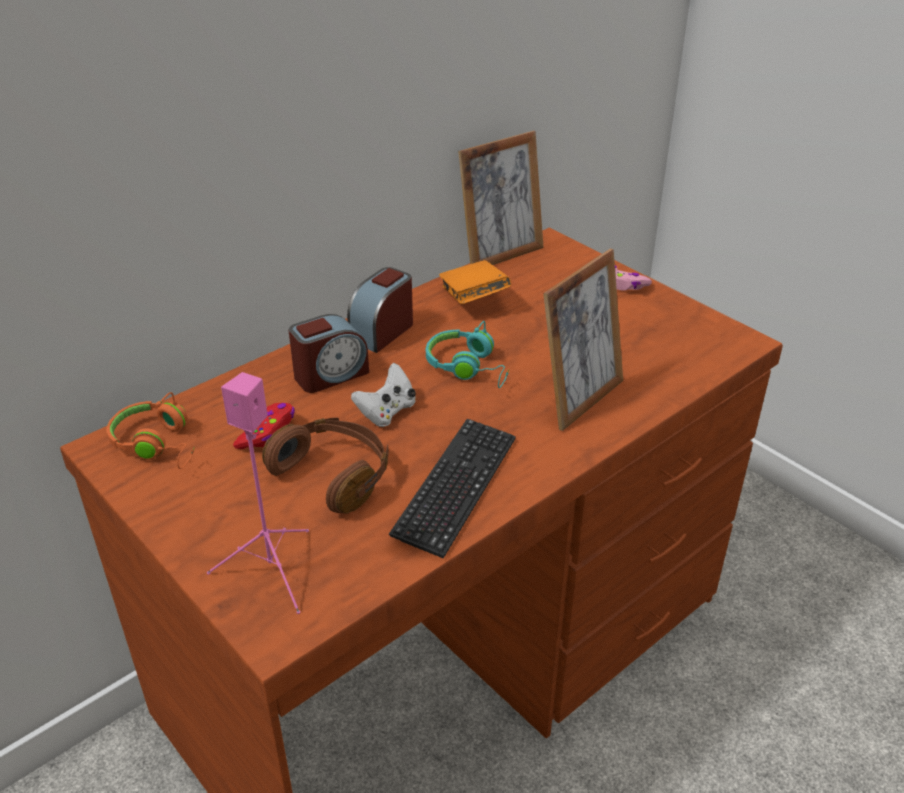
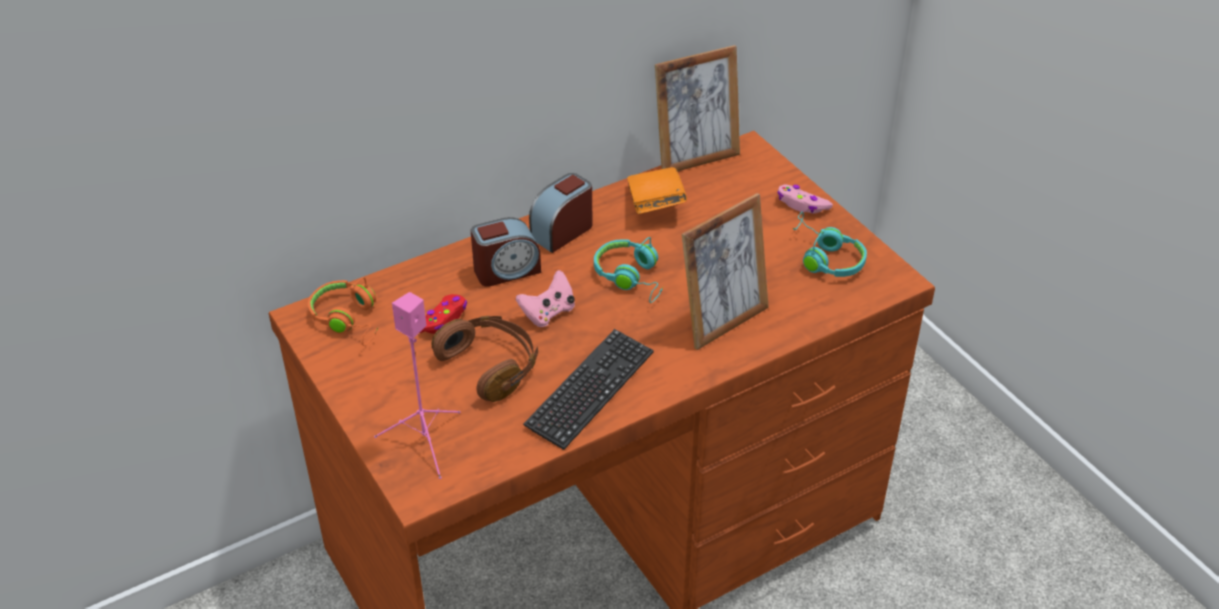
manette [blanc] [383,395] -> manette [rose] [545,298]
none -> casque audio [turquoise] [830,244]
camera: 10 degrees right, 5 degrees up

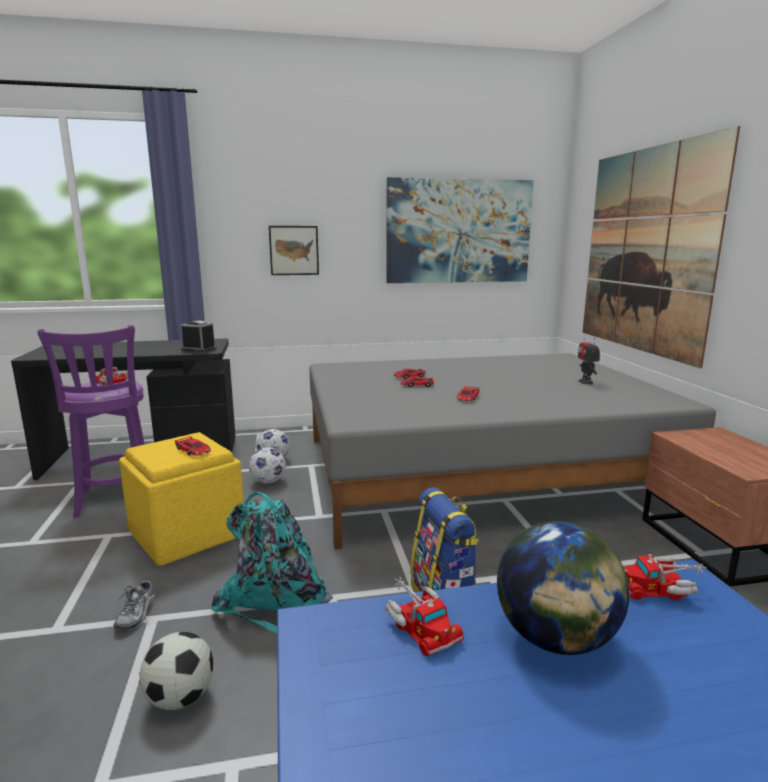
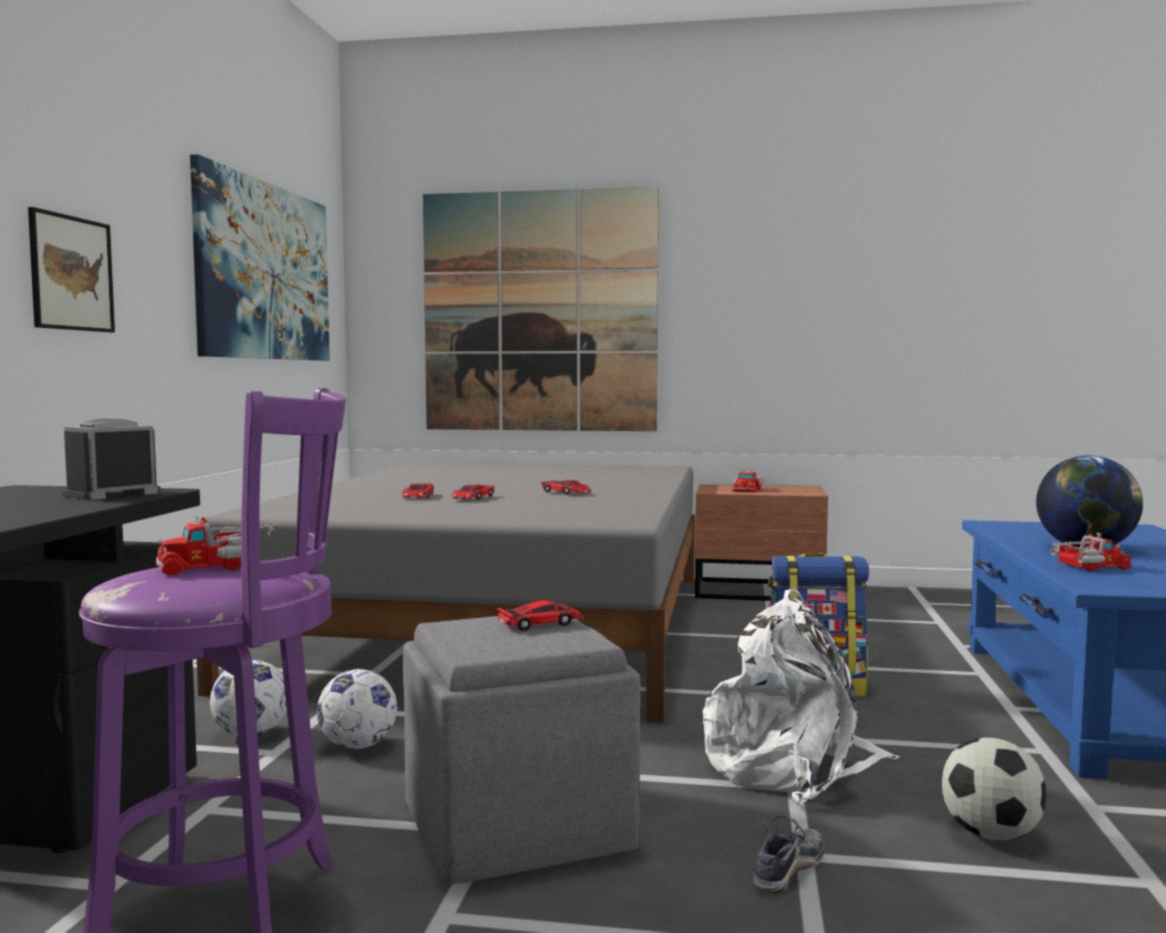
robot jouet [589,358] -> none
pouf [jaune] [181,499] -> pouf [gris] [522,750]
sac à dos [turquoise] [272,562] -> sac à dos [blanc] [800,697]
camion jouet [664,577] -> camion jouet [748,481], move
chaussure [134,604] -> chaussure [789,854], 75 degrees counterclockwise
camera: 70 degrees left, 10 degrees down

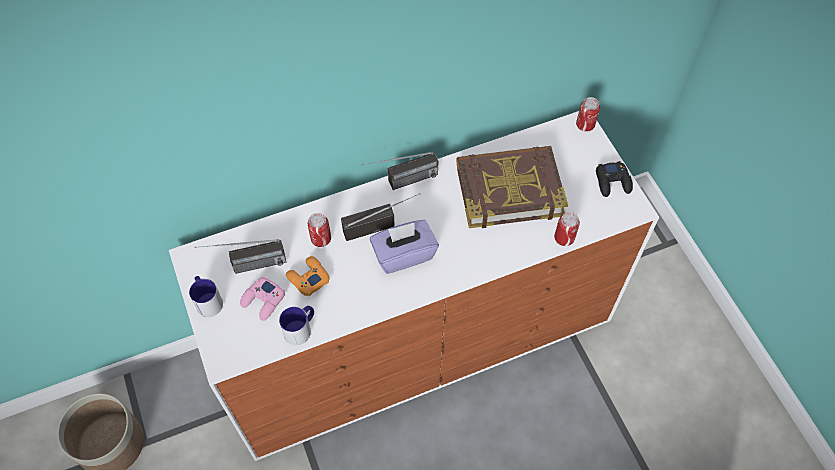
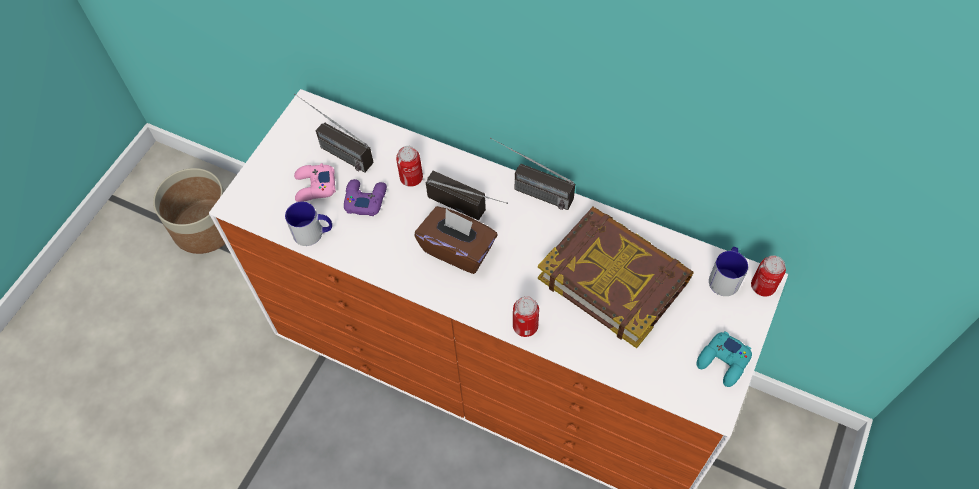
manette [noir] [614,179] -> manette [turquoise] [724,359]
boîte métallique [567,229] -> boîte métallique [526,316], move
boîte à mouchoirs [violet] [404,247] -> boîte à mouchoirs [marron] [455,240]
manette [orange] [308,276] -> manette [violet] [365,197]
mug [206,296] -> mug [728,271], move
camera: 50 degrees right, 0 degrees up

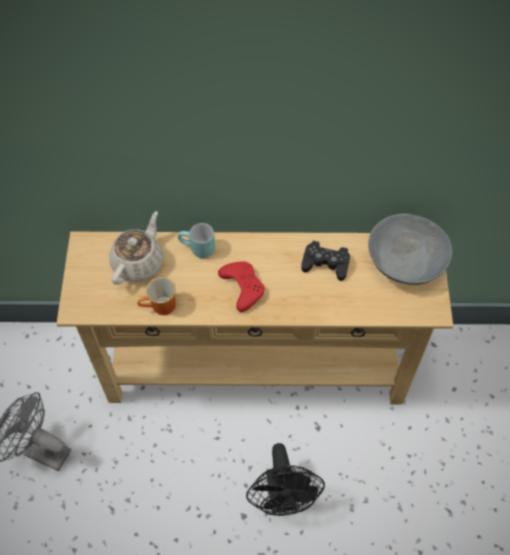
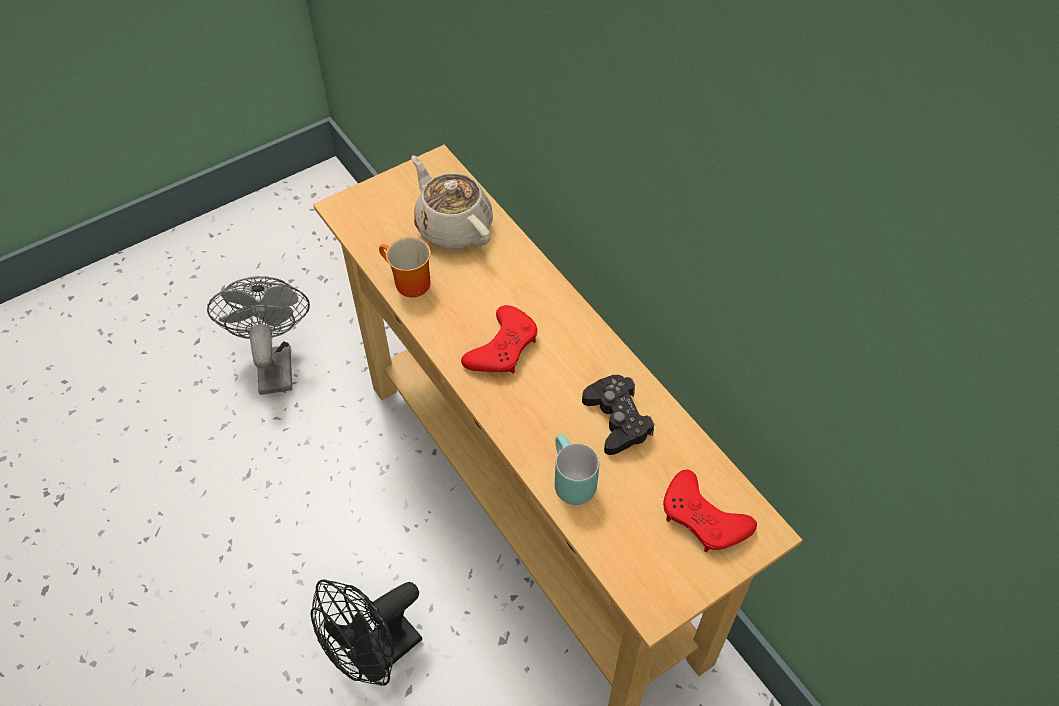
théière [beige] [136,248] -> théière [beige] [452,202], 120 degrees counterclockwise
bol [gris] [410,249] -> manette [rouge] [710,510]
mug [turquoise] [196,240] -> mug [turquoise] [577,469], move
camera: 55 degrees right, 5 degrees down

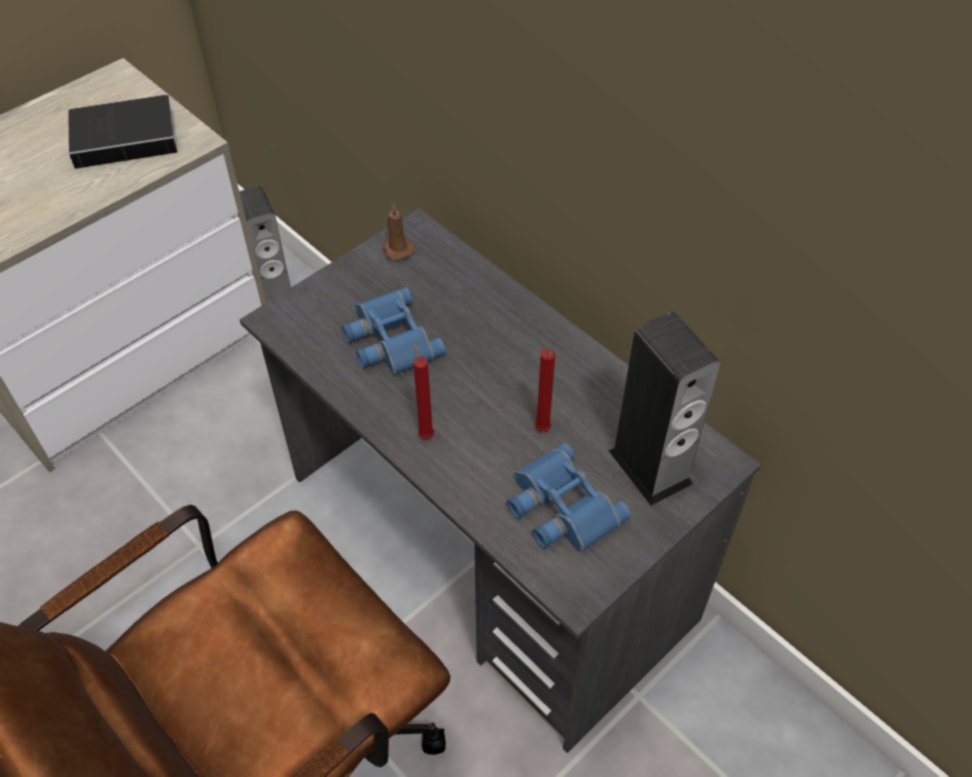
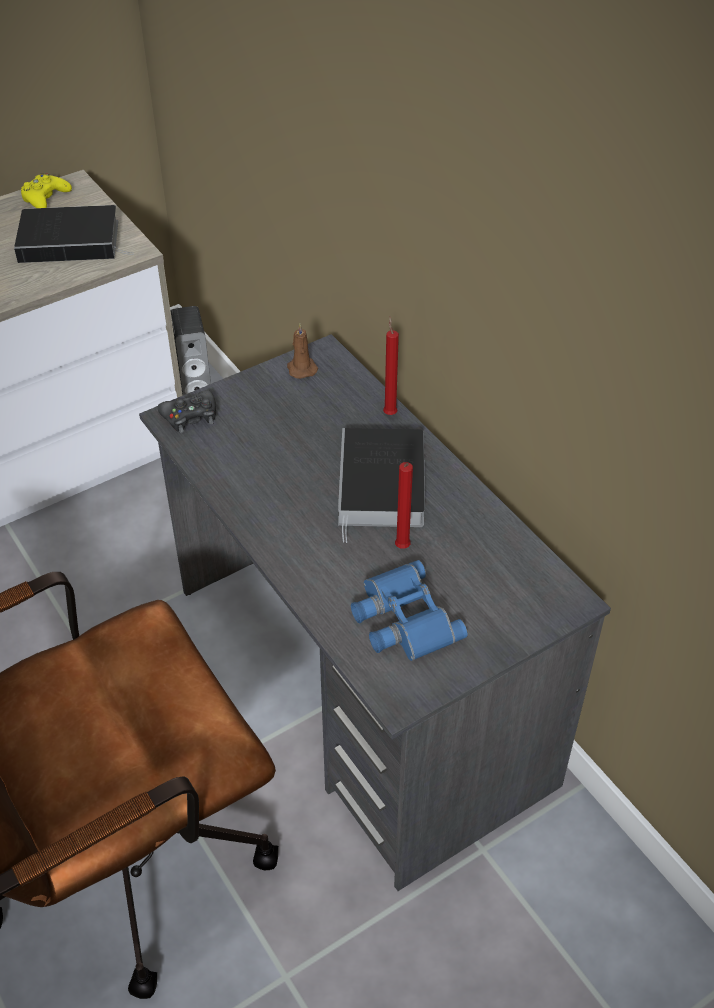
jumelles [bleu] [393,331] -> none
enceinte [664,409] -> none
bougie [rouge] [424,390] -> bougie [rouge] [391,366], move
none -> manette [jaune] [46,190]
none -> manette [noir] [186,411]
none -> livre [381,485]
camera: 10 degrees right, 5 degrees down

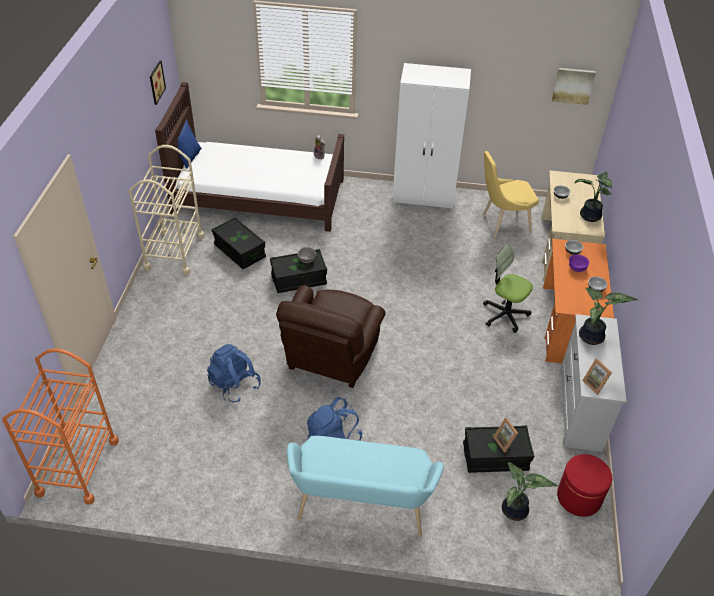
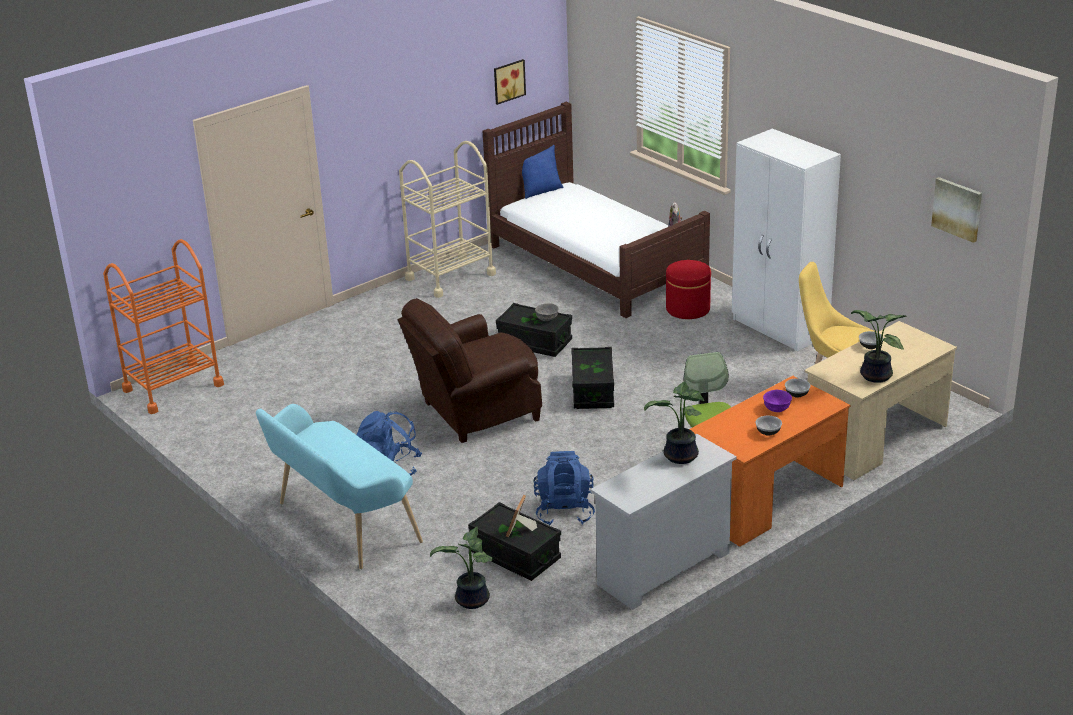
boîte de rangement [noir] [239,243] -> boîte de rangement [noir] [592,378], move
sac à dos [bleu] [234,373] -> sac à dos [bleu] [564,488], move
cadre photo [597,377] -> none
pouf [rouge] [584,485] -> pouf [rouge] [688,289], move
camera: 45 degrees right, 15 degrees down

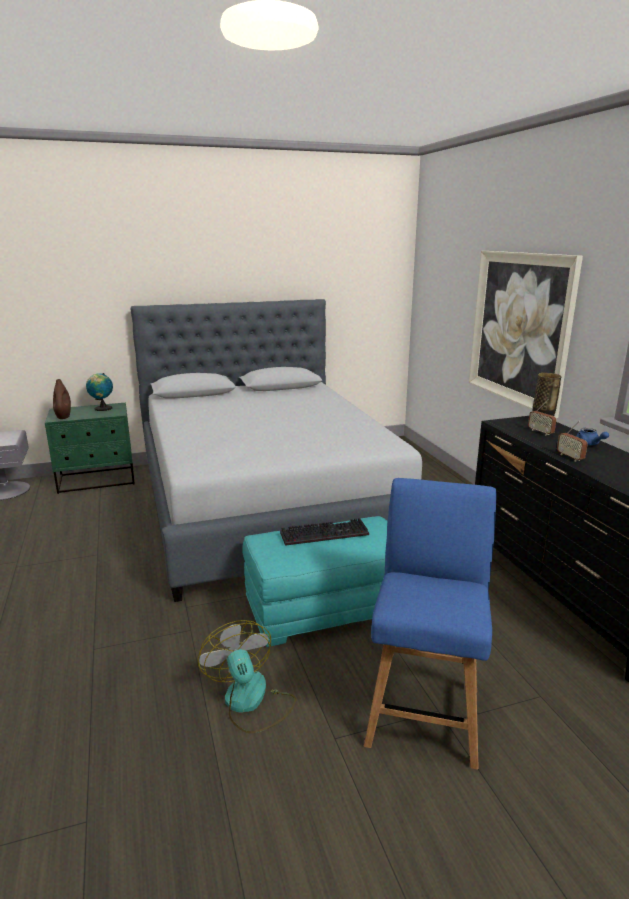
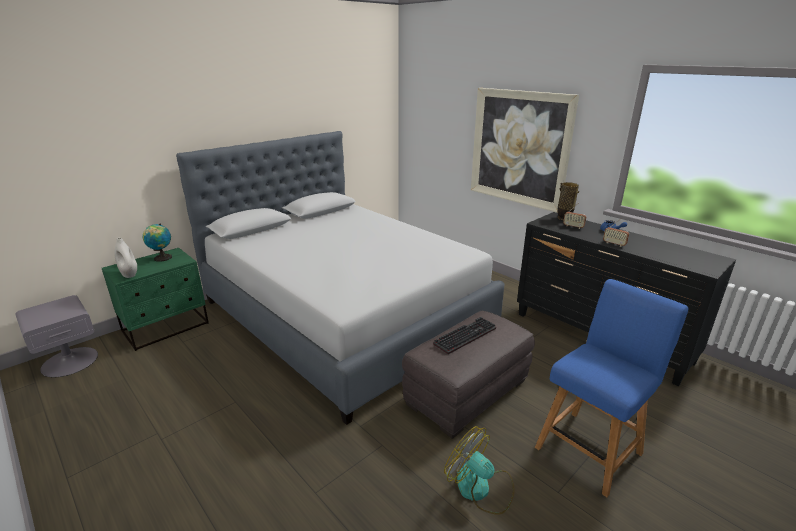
vase [marron] [62,399] -> vase [blanc] [125,257]
chaise [bleu] [430,624] -> chaise [bleu] [611,388], 60 degrees clockwise
pouf [turquoise] [314,581] -> pouf [gris] [468,375]
camera: 25 degrees left, 5 degrees up

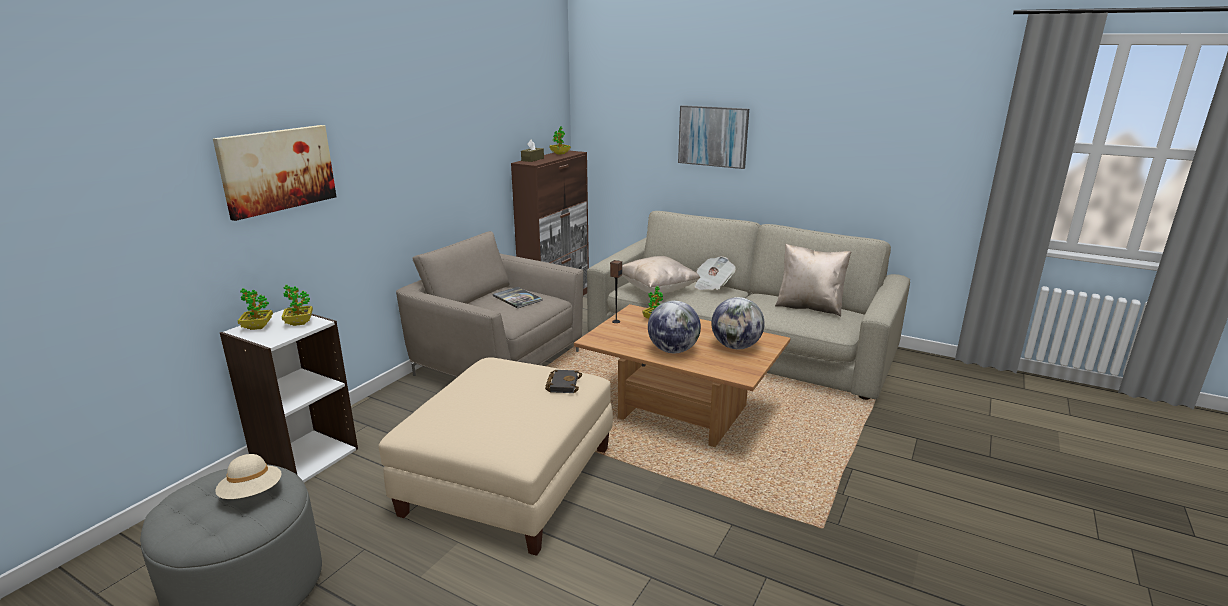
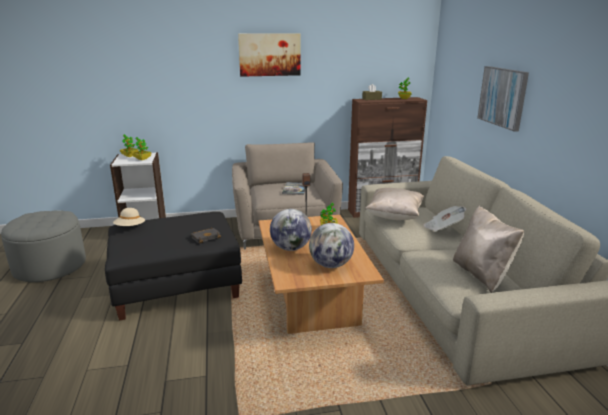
tableau [275,173] -> tableau [269,55], move
pouf [beige] [496,457] -> pouf [noir] [173,266]
chapeau [beige] [248,476] -> chapeau [beige] [129,217], move
camera: 50 degrees right, 0 degrees up

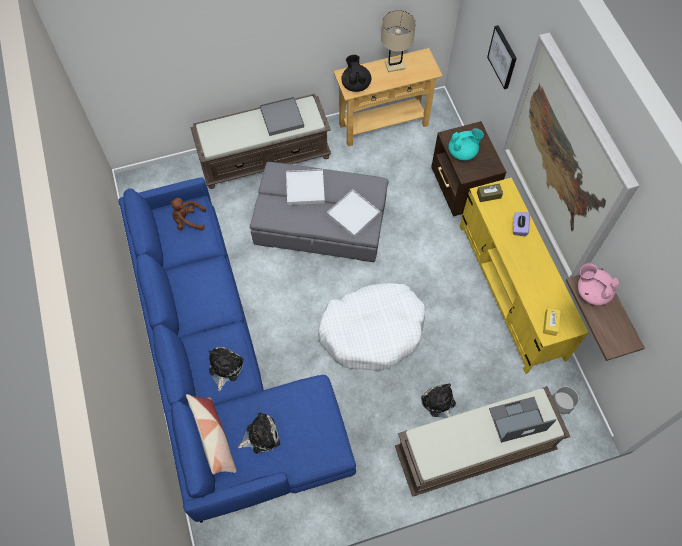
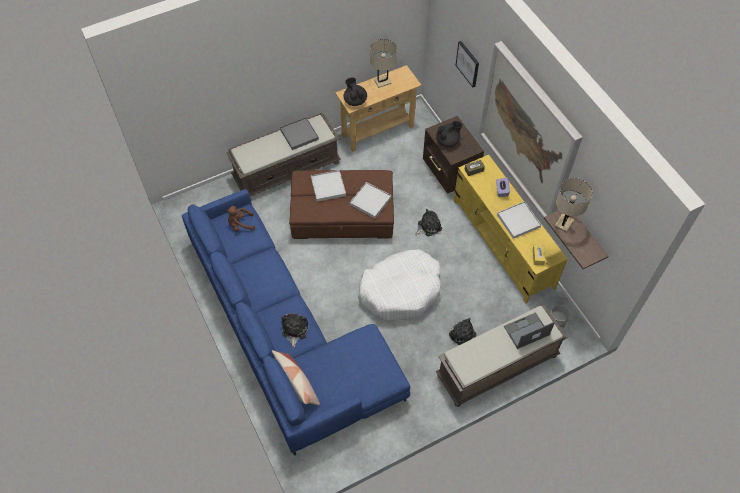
théière [turquoise] [466,144] -> théière [noir] [449,134]
pouf [gris] [319,212] -> pouf [marron] [341,204]
théière [rose] [598,284] -> lampe de table [beige] [573,205]
peluche [259,433] -> peluche [428,223], move
none -> plateau [blanc] [519,220]
camera: 10 degrees left, 5 degrees down

